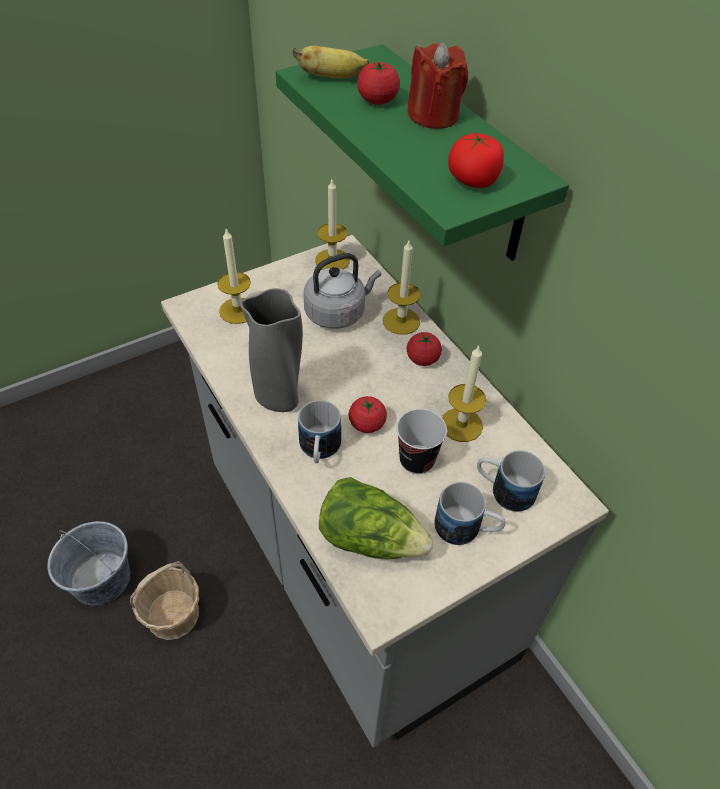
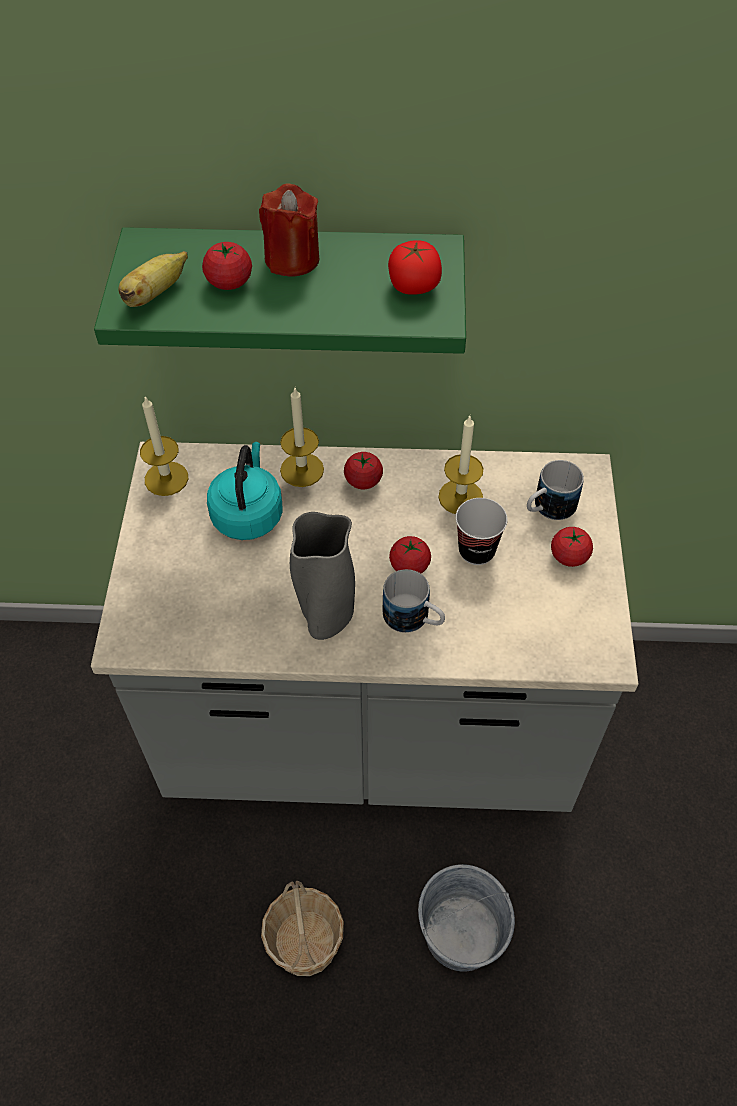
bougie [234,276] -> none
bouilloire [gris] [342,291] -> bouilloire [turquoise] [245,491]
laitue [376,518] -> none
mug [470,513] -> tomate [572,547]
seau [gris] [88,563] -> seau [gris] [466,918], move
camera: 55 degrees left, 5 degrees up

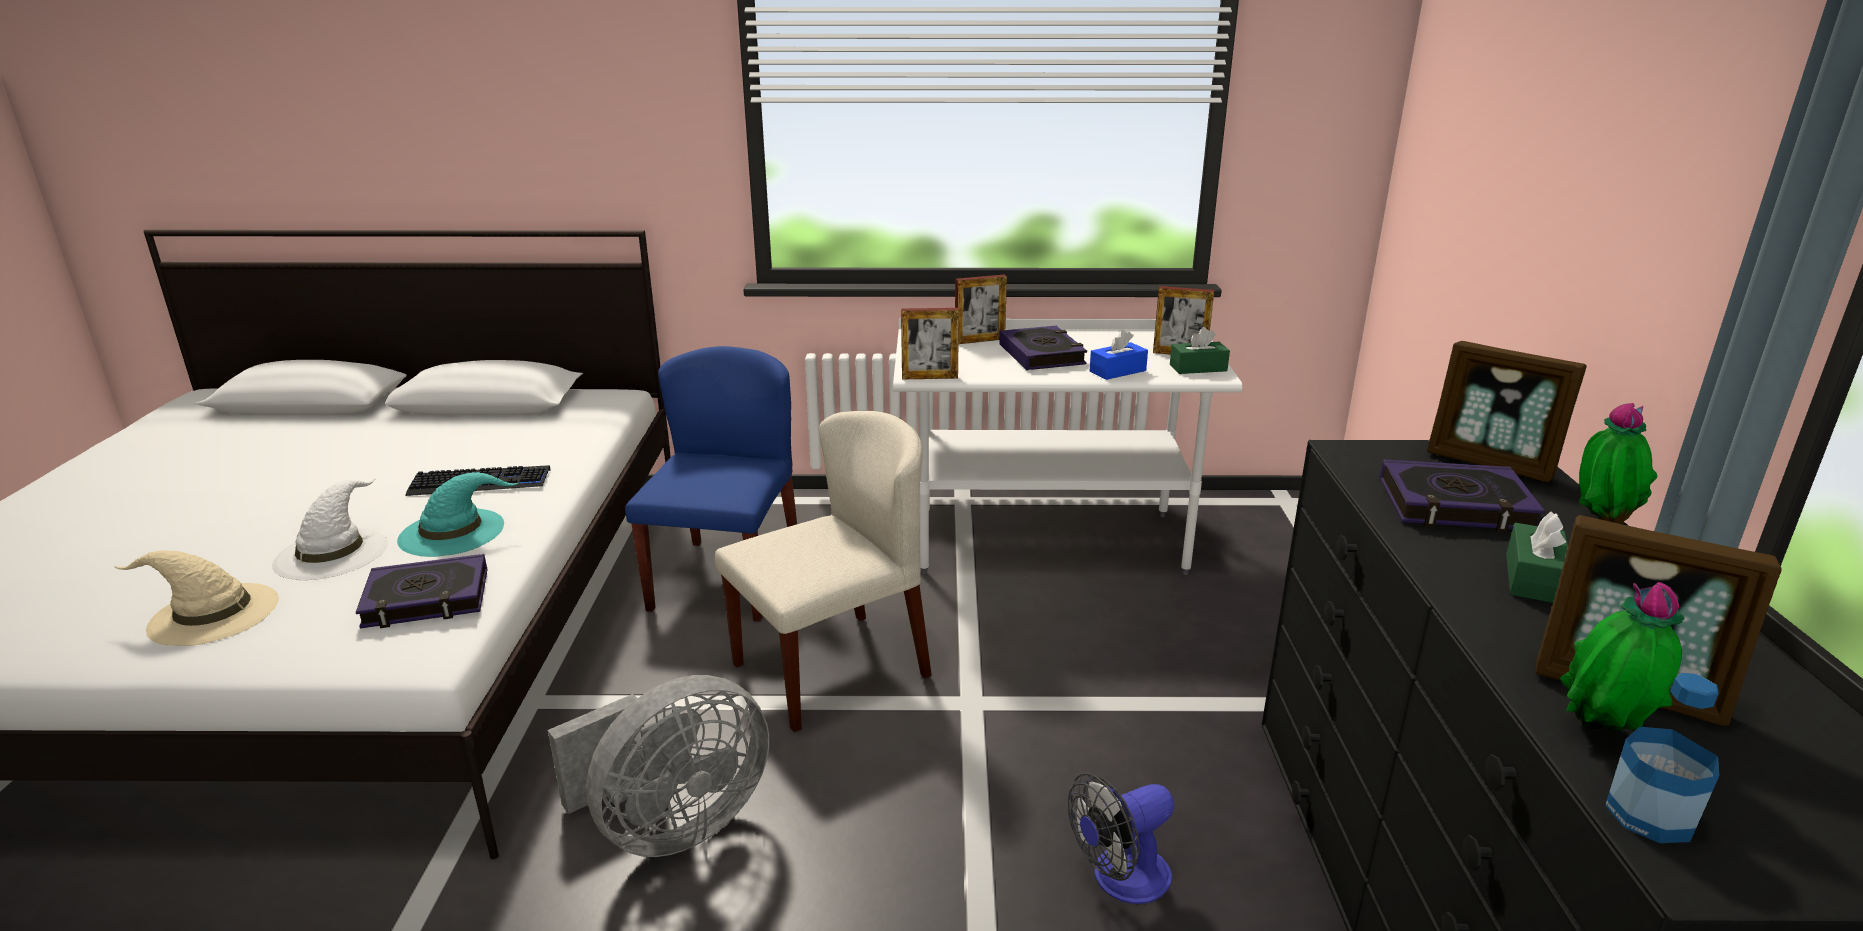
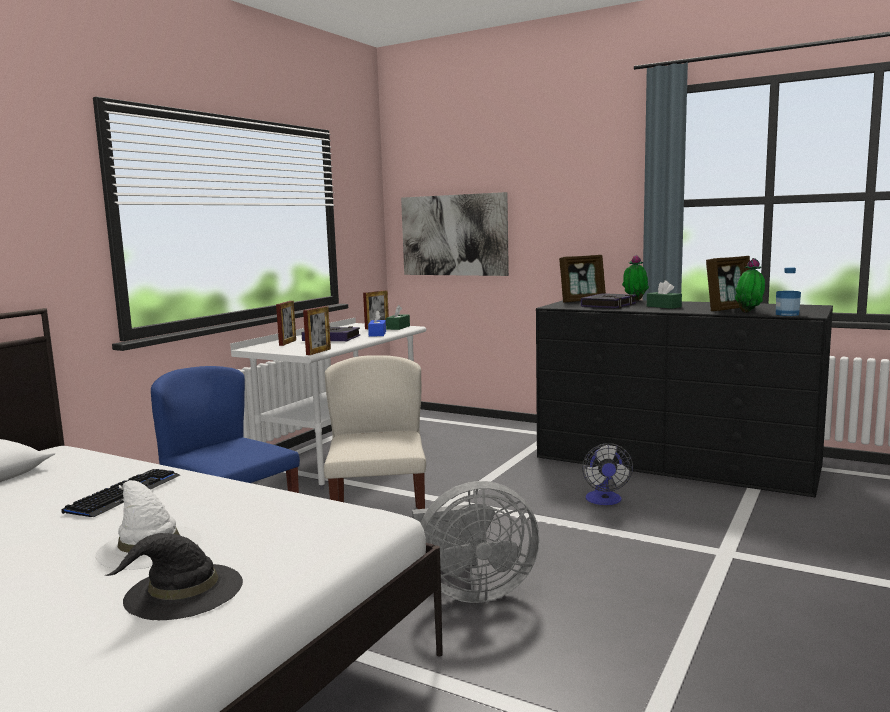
chapeau [turquoise] [458,514] -> none
chapeau [beige] [196,598] -> chapeau [noir] [173,576]
livre [422,591] -> none
ventilateur [gris] [658,766] -> ventilateur [gris] [475,542], 90 degrees clockwise
none -> tableau [455,234]
camera: 60 degrees left, 15 degrees down

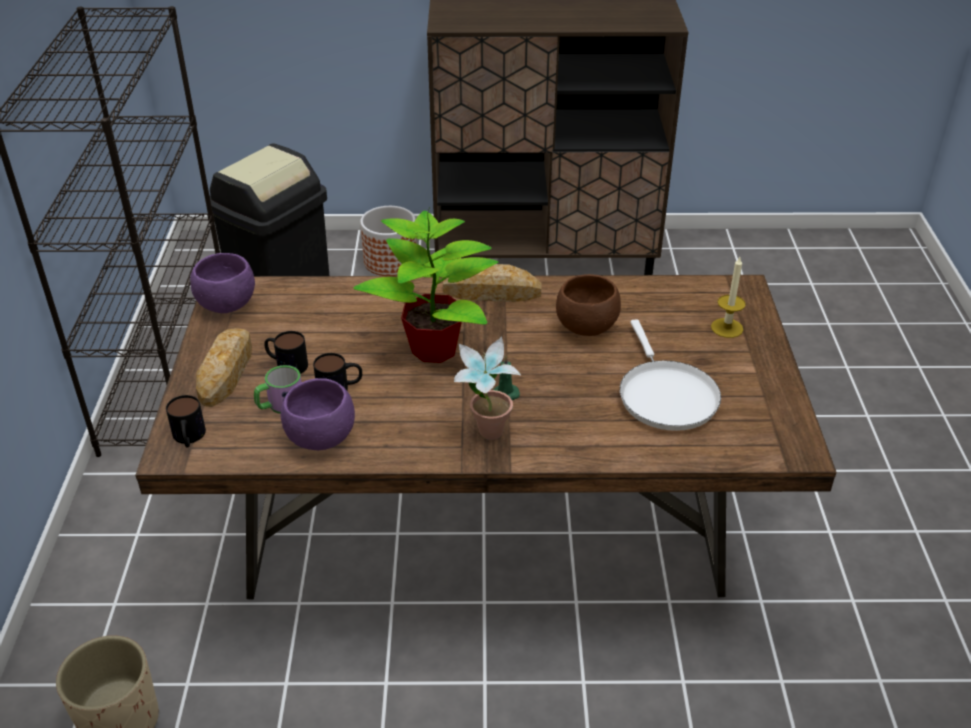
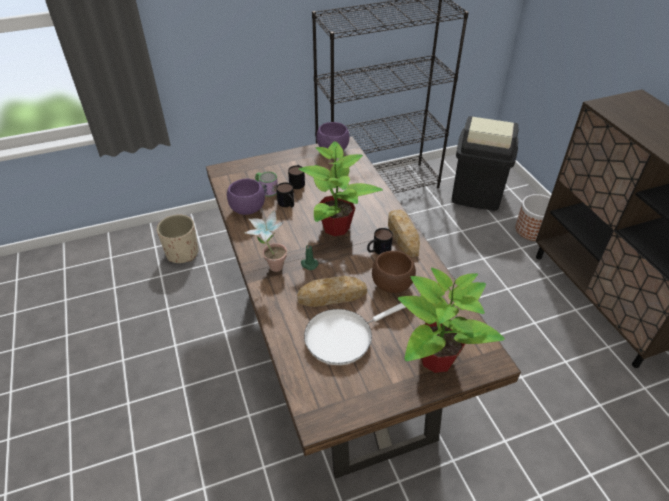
bougie [728,297] -> plante en pot [451,320]
pain [224,367] -> pain [332,291], move
mug [186,421] -> mug [380,241], move
camera: 70 degrees right, 5 degrees up

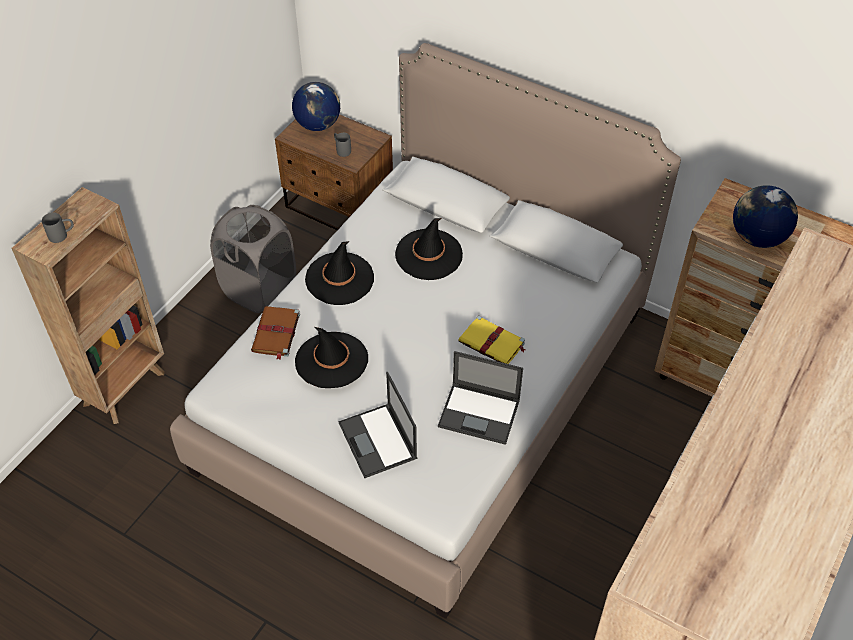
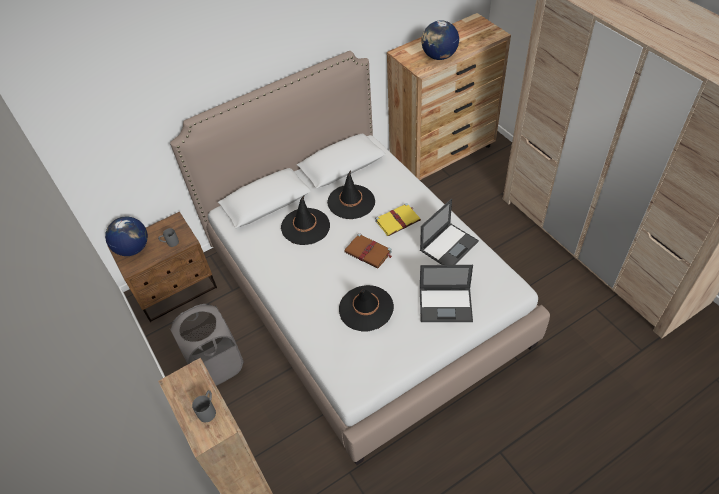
chapeau [noir] [339,273] -> chapeau [noir] [351,195], move
livre [marron] [275,333] -> livre [marron] [368,251], move
camera: 60 degrees left, 0 degrees up

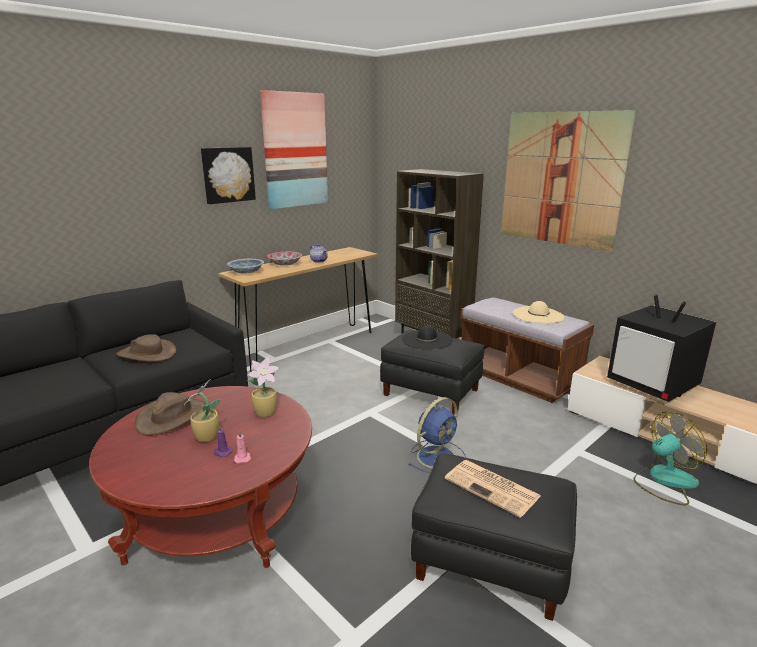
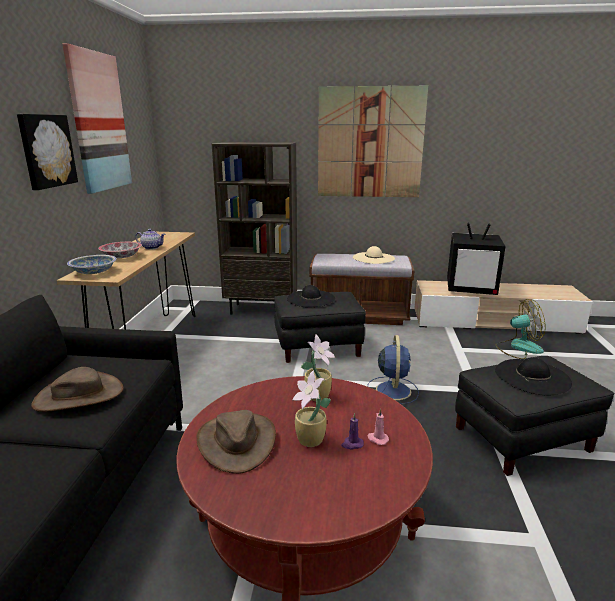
ventilateur [670,458] -> ventilateur [521,329], 60 degrees clockwise
journal [493,489] -> chapeau [noir] [533,376]
camera: 40 degrees left, 0 degrees up

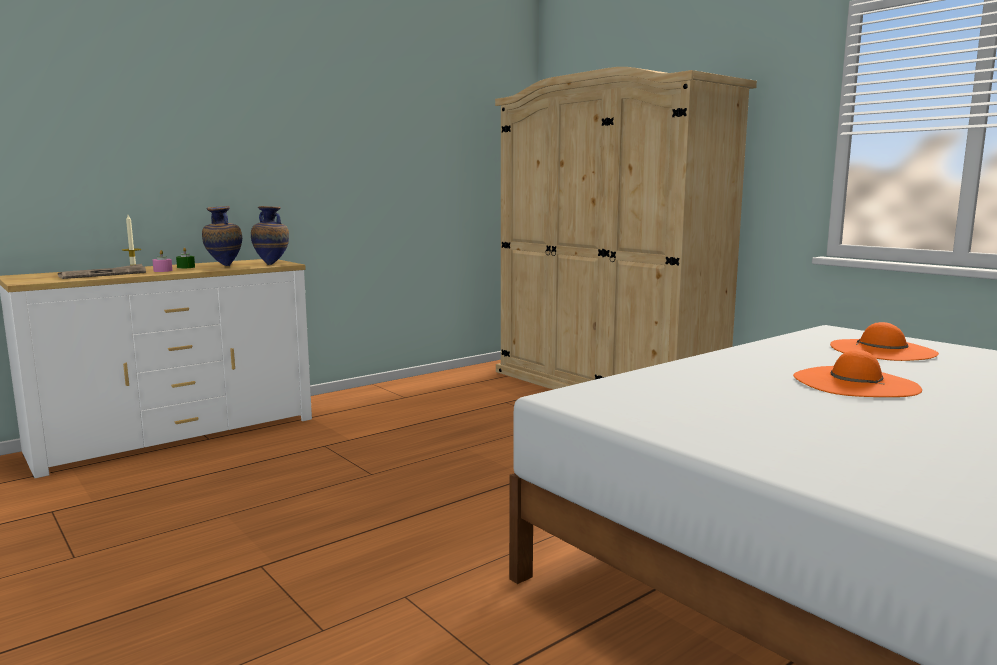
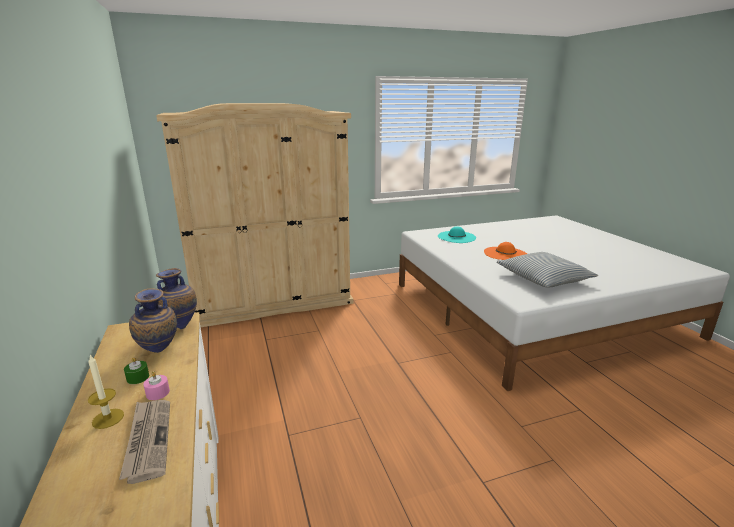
chapeau [orange] [884,341] -> chapeau [turquoise] [457,234]
none -> coussin [547,270]
camera: 70 degrees left, 10 degrees up

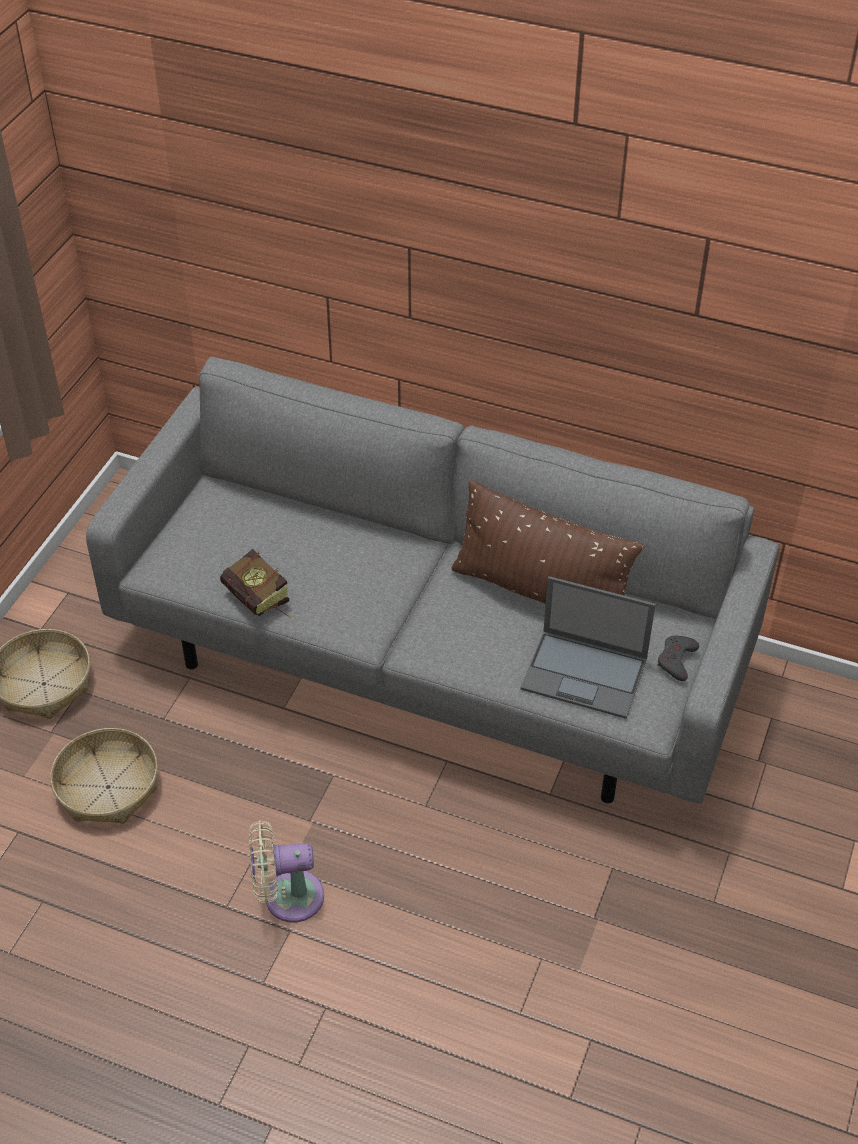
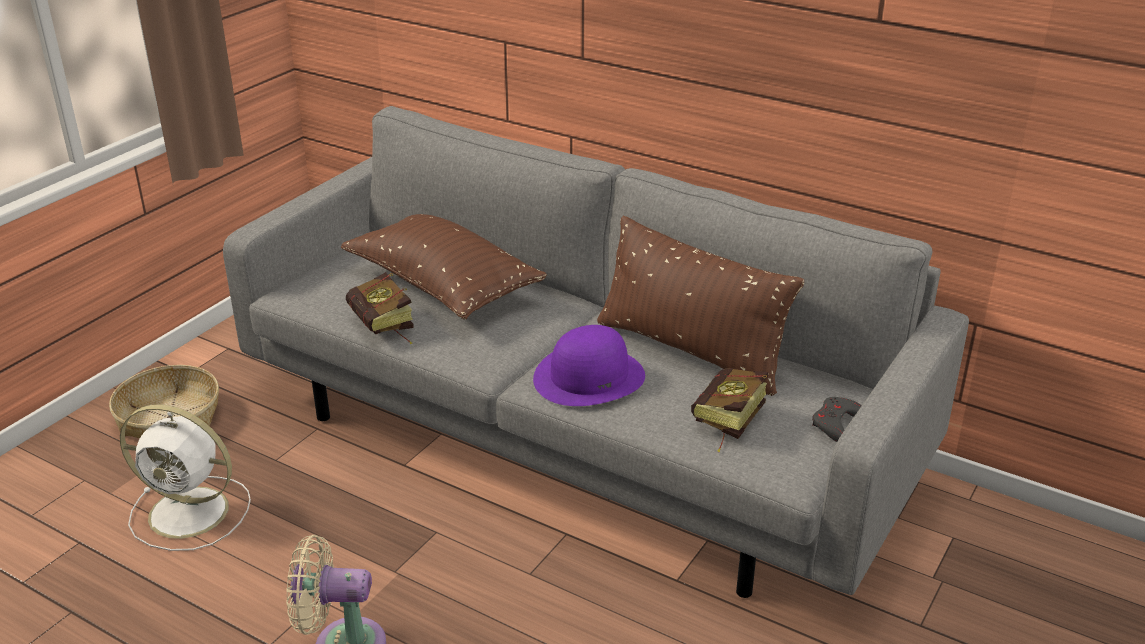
ordinateur portable [588,647] -> livre [729,410]
panier [104,776] -> ventilateur [blanc] [185,477]
none -> coussin [marron] [444,266]
none -> chapeau [violet] [589,365]
camera: 10 degrees right, 15 degrees down

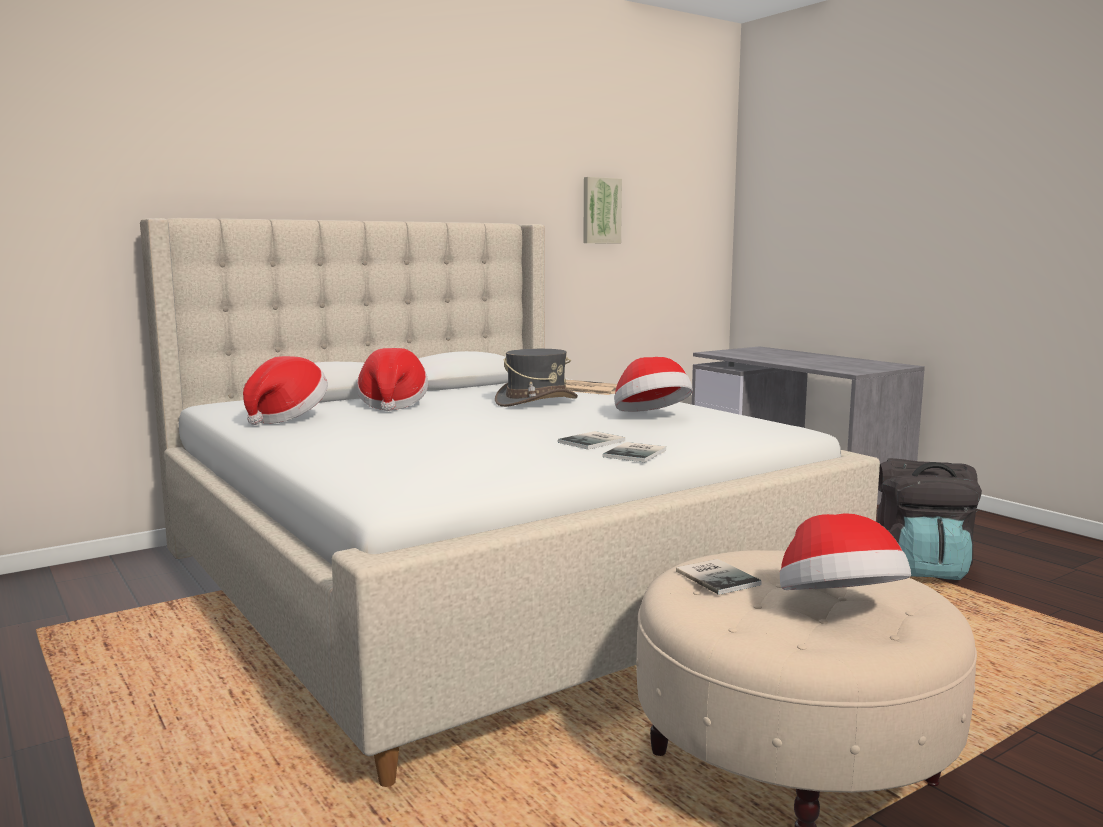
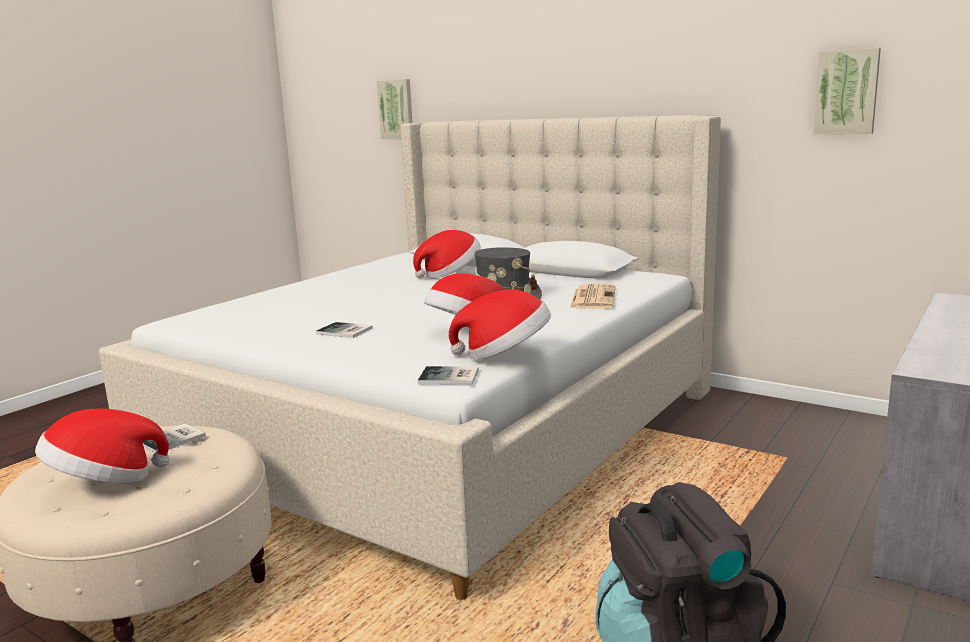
chapeau [285,390] -> chapeau [500,324], move
livre [634,452] -> livre [448,375], move
none -> tableau [395,109]
camera: 70 degrees right, 5 degrees up

